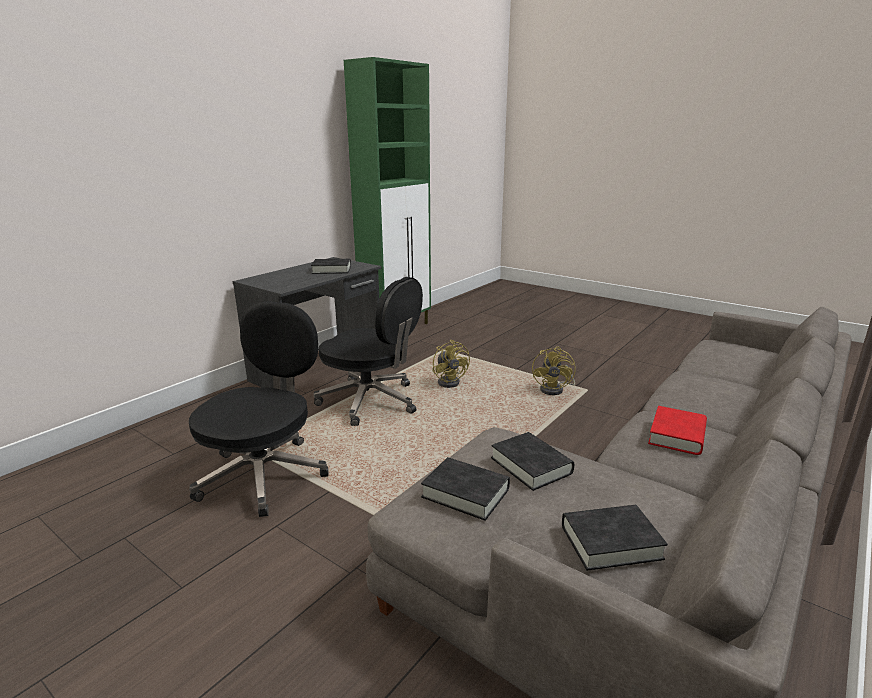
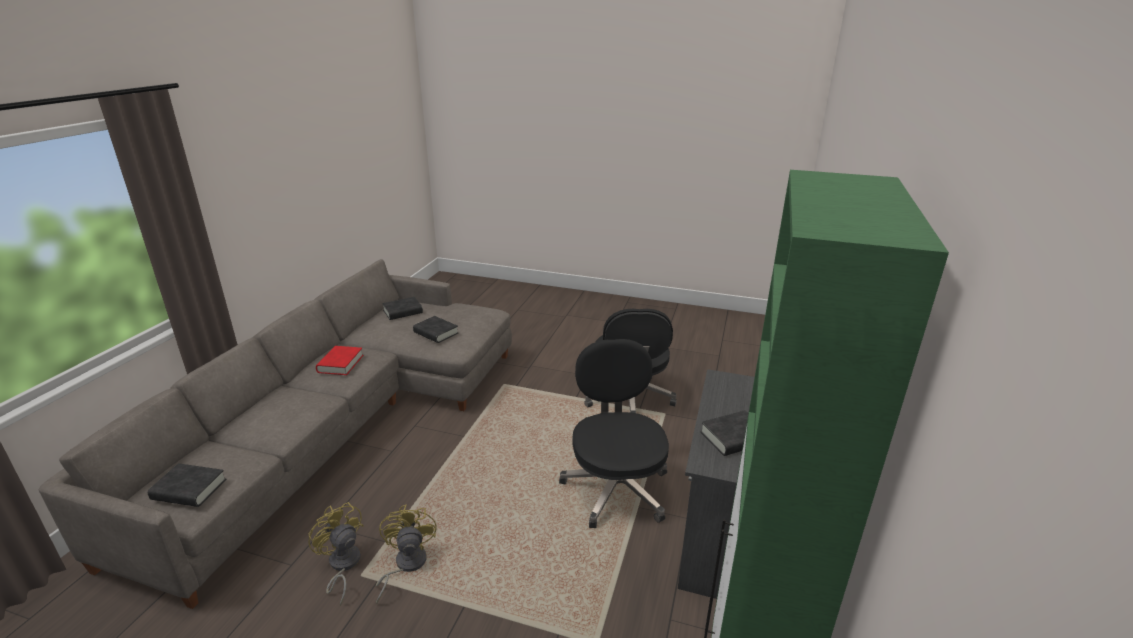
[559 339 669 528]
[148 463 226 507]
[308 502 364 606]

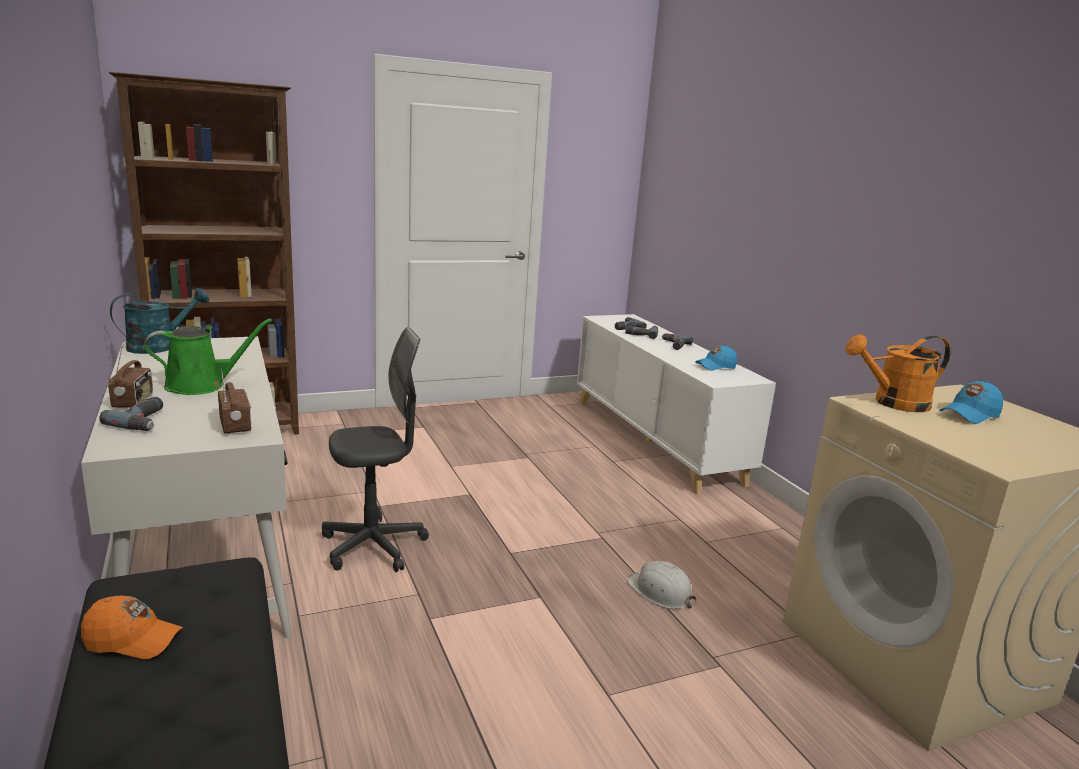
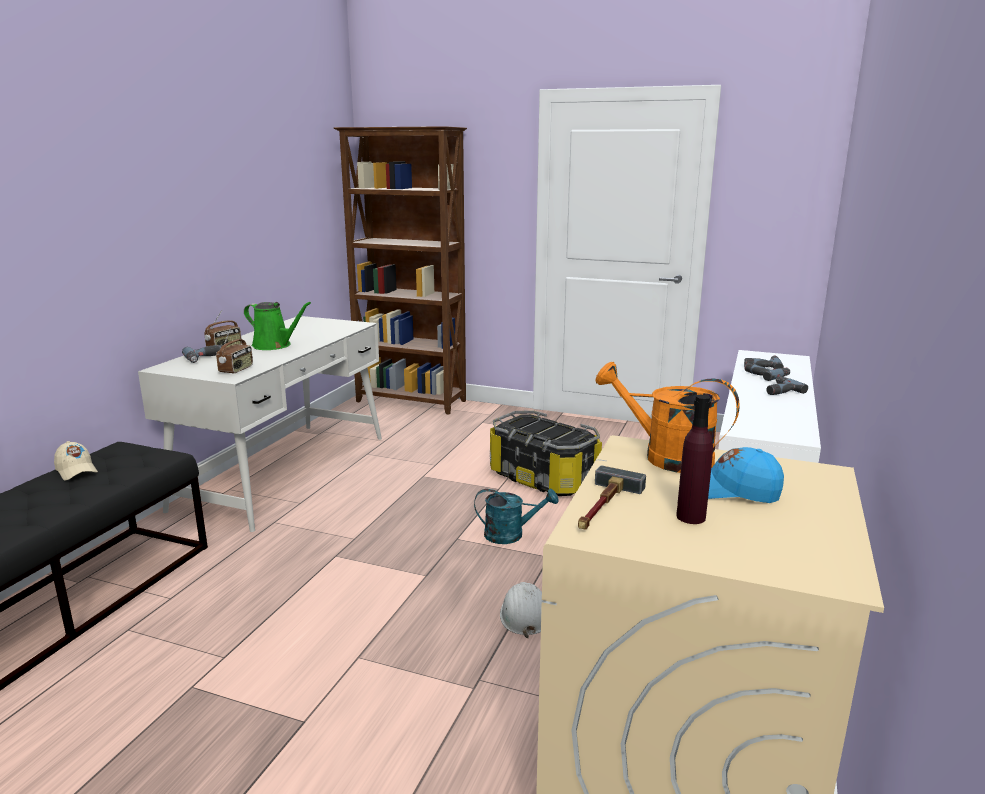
[54 441 98 481]
[474 489 559 544]
[322 327 429 572] (first image)
[695 346 737 371] (first image)
[490 410 602 496]
[578 465 646 530]
[676 395 713 524]

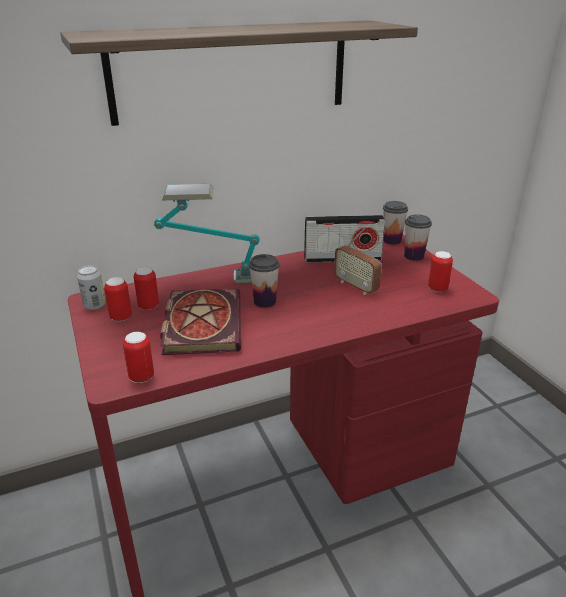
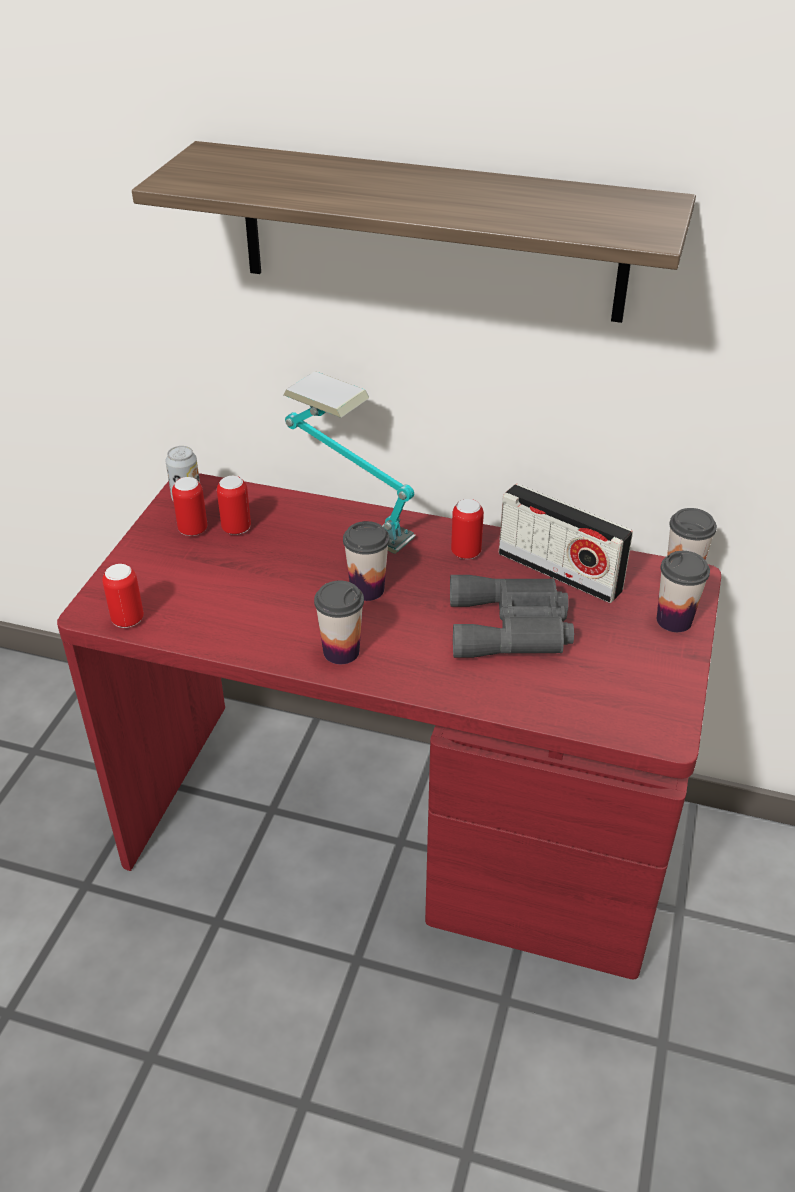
[160 289 241 355] (first image)
[450 575 574 658]
[451 499 484 559]
[314 581 364 664]

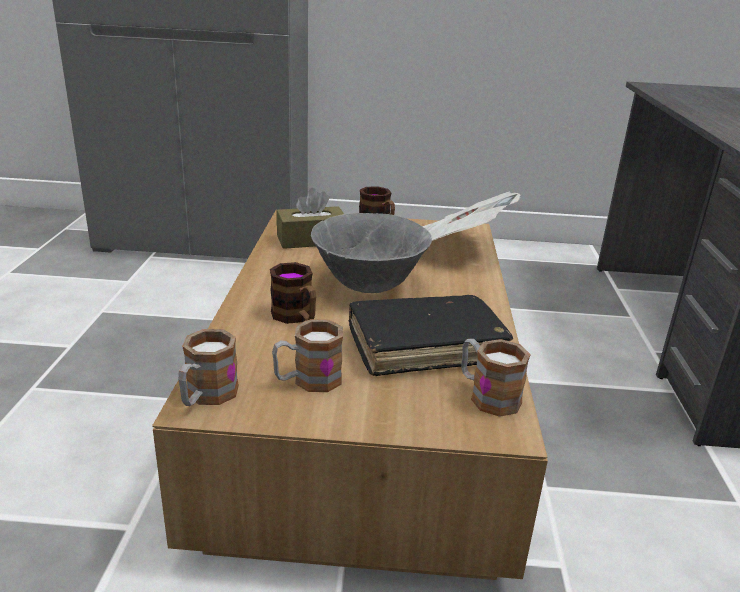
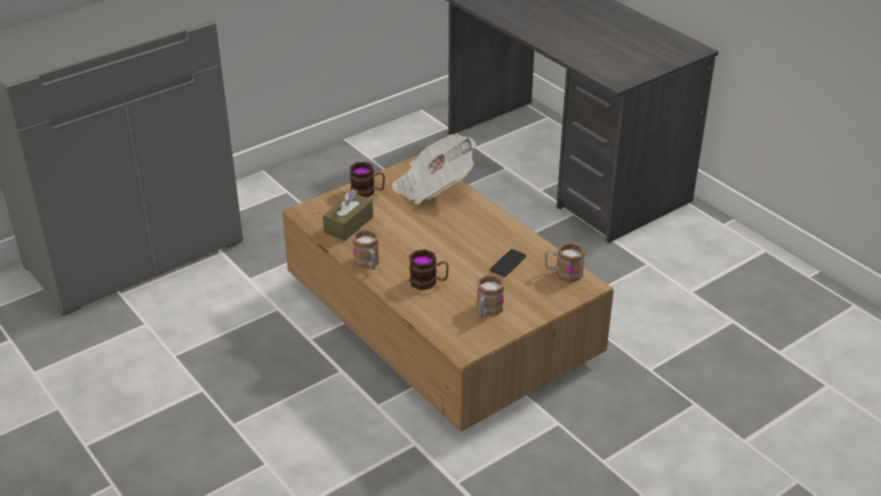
[353 229 379 270]
[311 213 432 293] (first image)
[490 249 526 277]

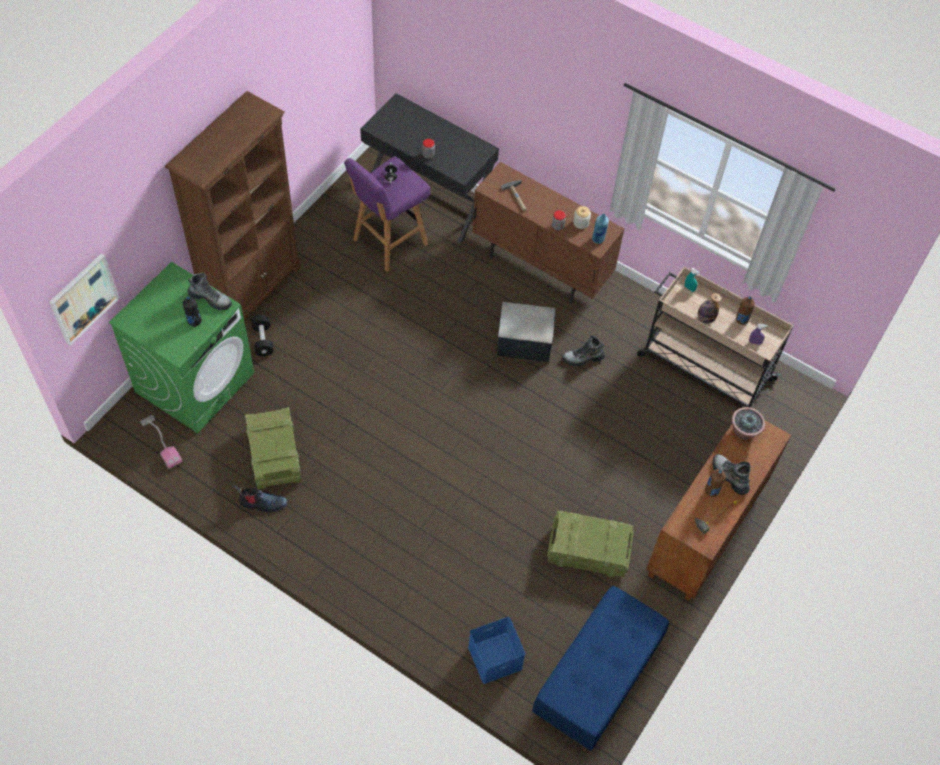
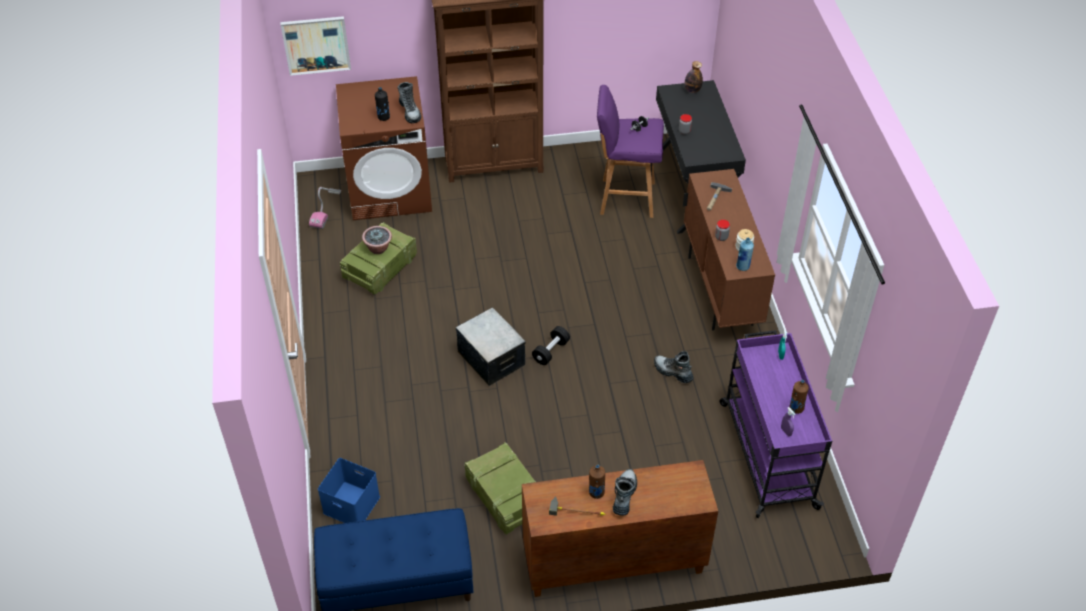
[336 76 432 220]
[234 485 287 513] (first image)
[532 326 570 365]
[456 307 526 386]
[719 330 832 518]
[685 61 703 93]
[362 226 392 254]

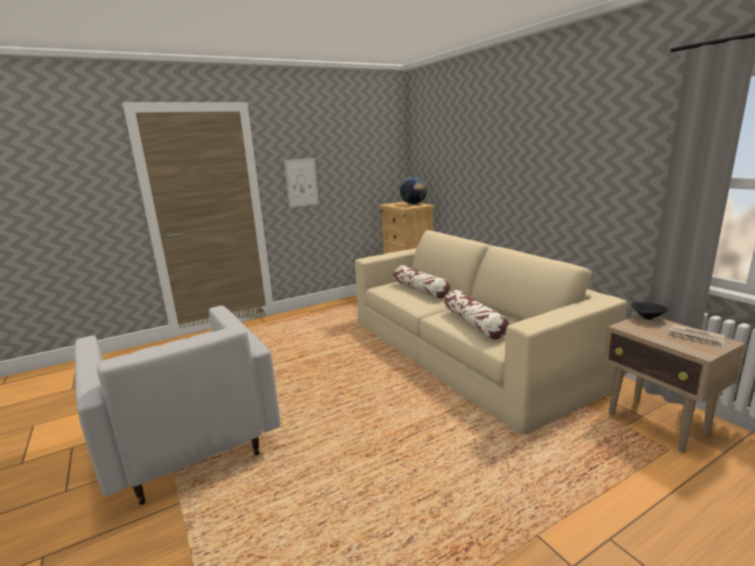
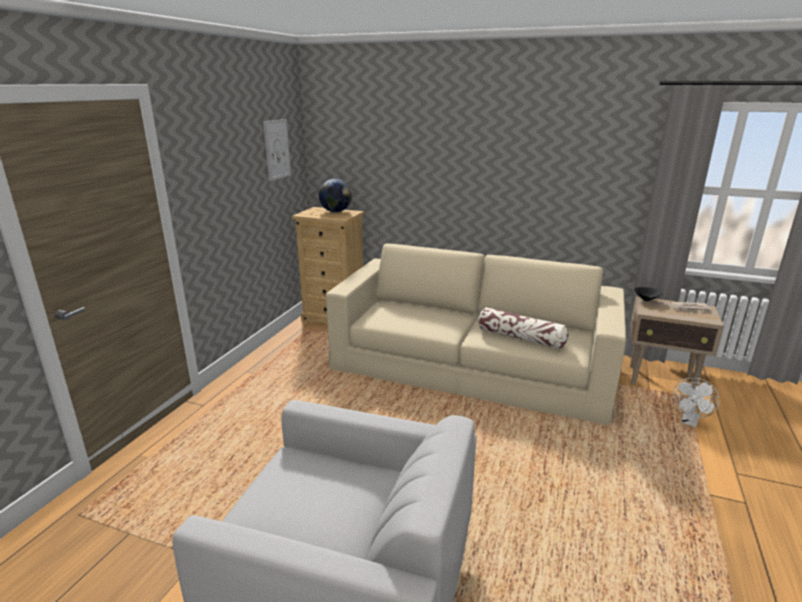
[263 119 291 181]
[394 265 450 299] (first image)
[672 378 720 428]

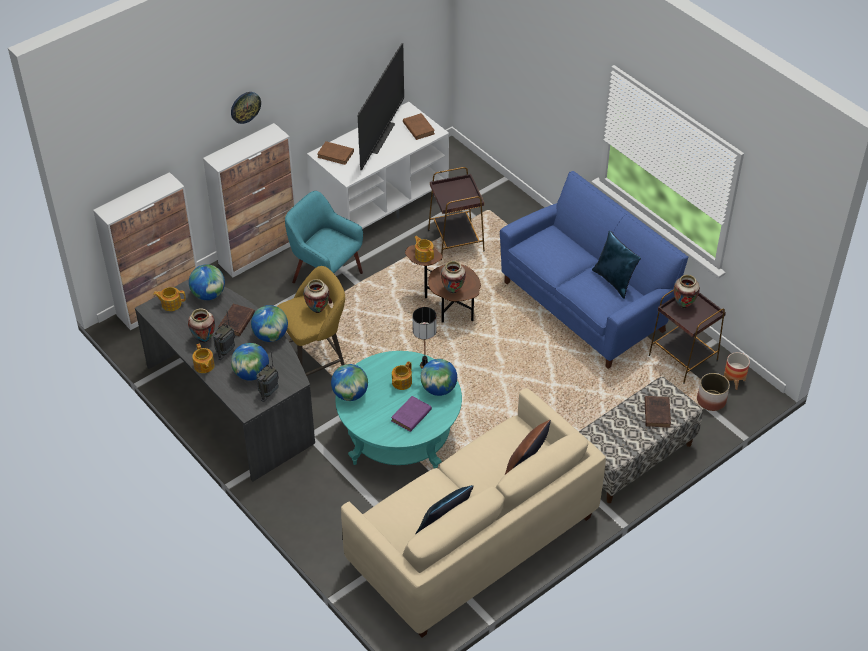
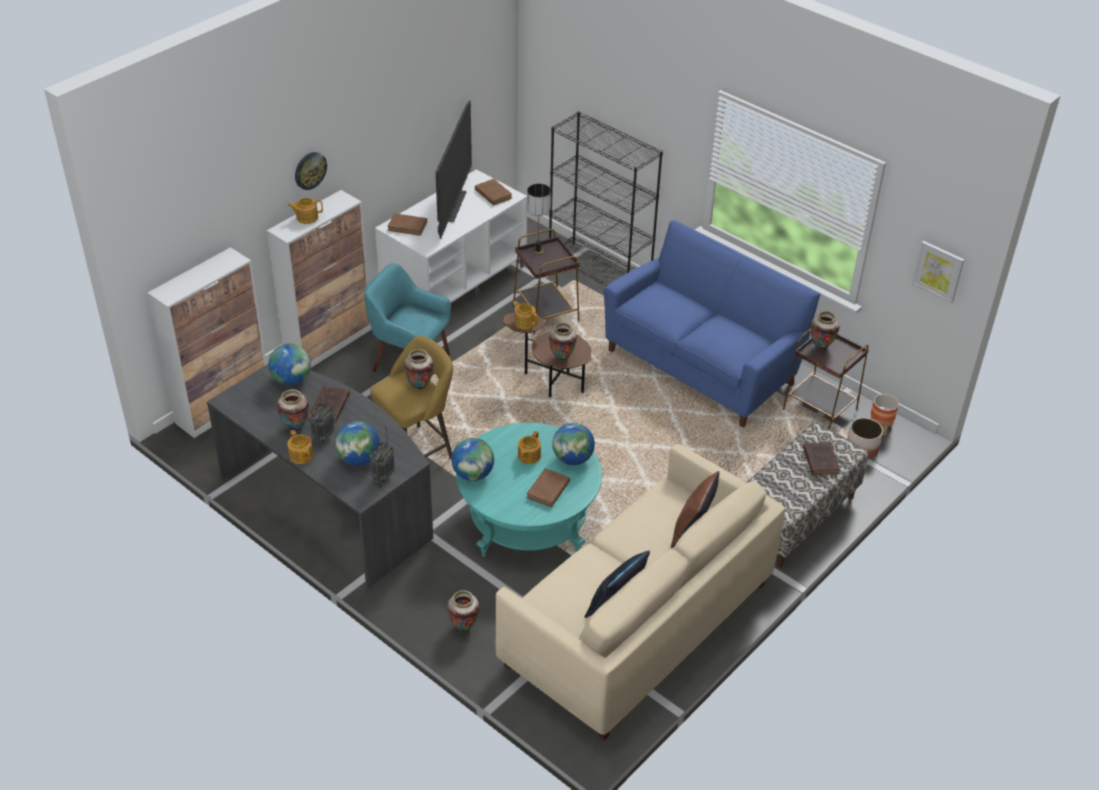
[288 198 323 224]
[251 305 288 342] (first image)
[526 468 570 507]
[527 184 551 254]
[592 230 641 299] (first image)
[447 590 479 631]
[549 111 663 286]
[912 241 964 303]

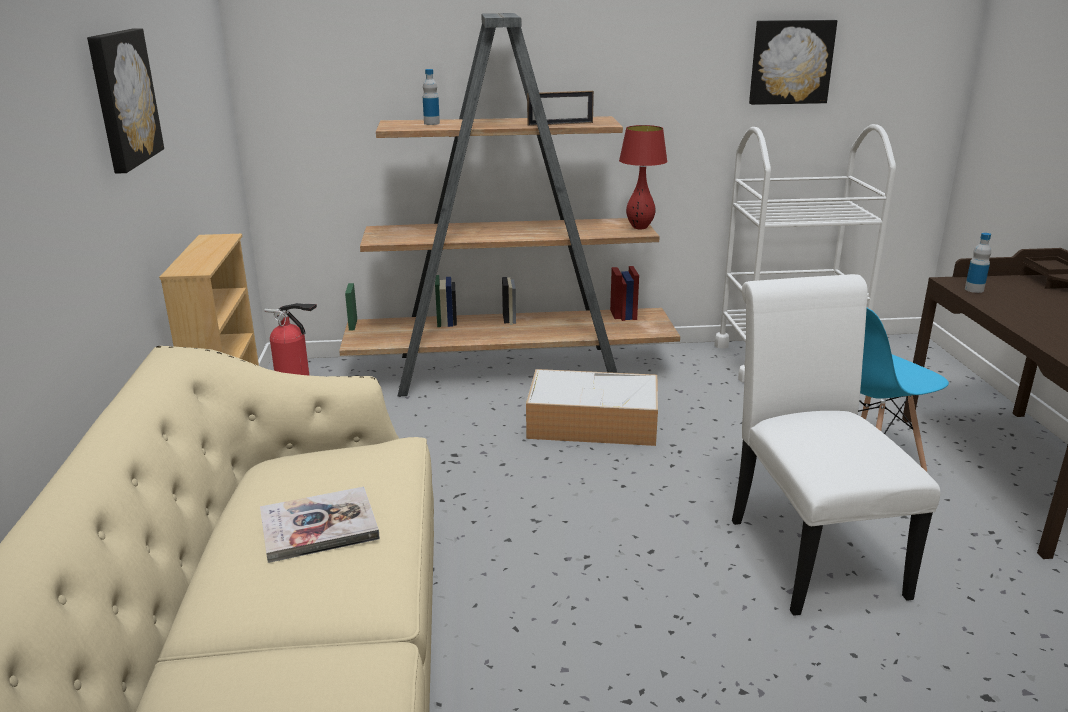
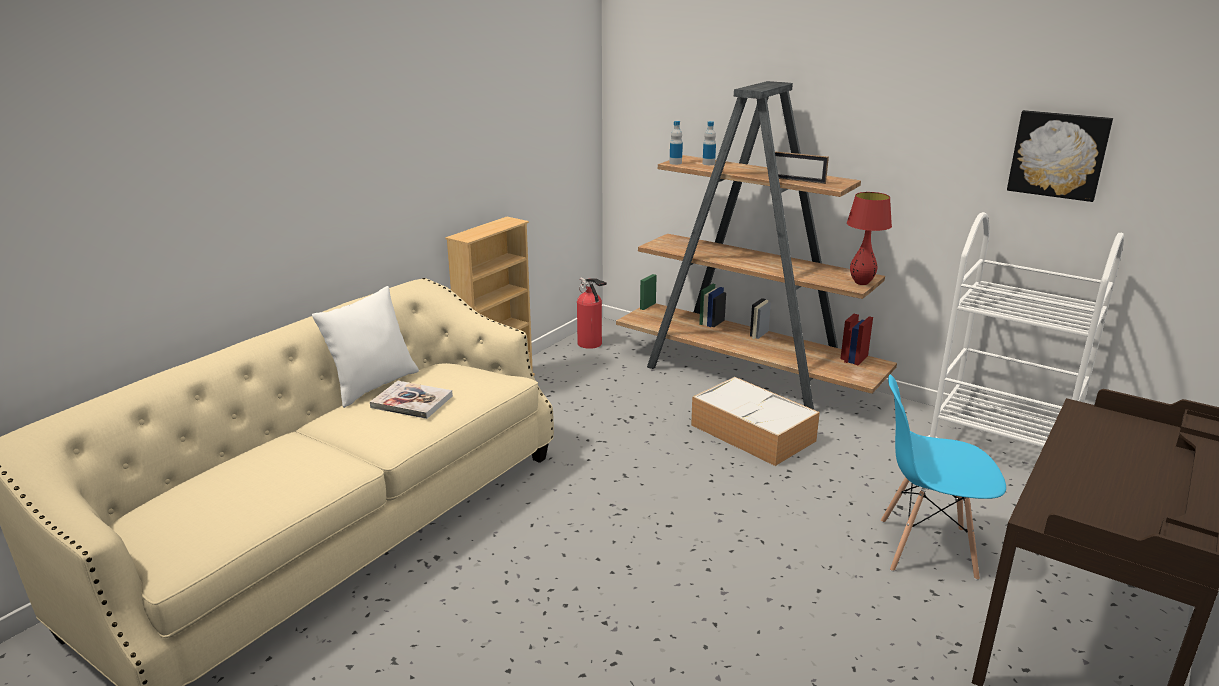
[87 28 164 173] (first image)
[732 274 940 616] (first image)
[669 121 683 165]
[312 286 419 408]

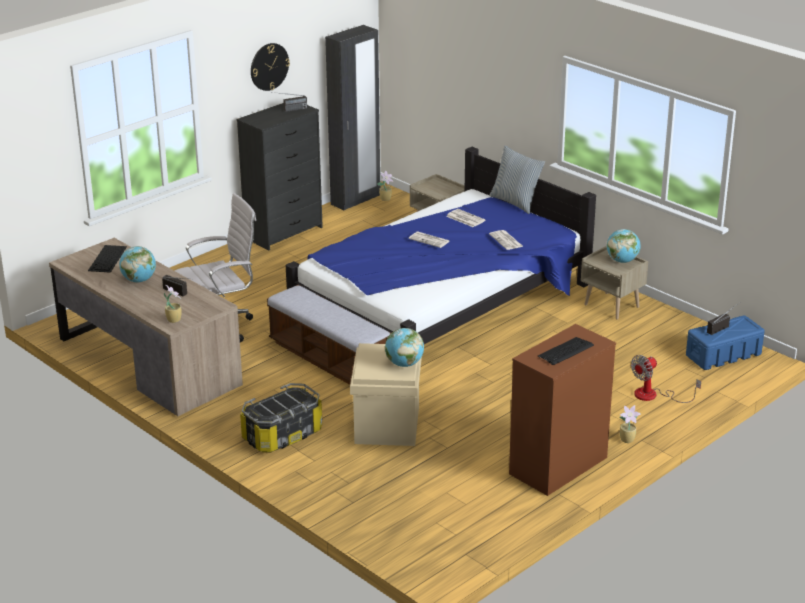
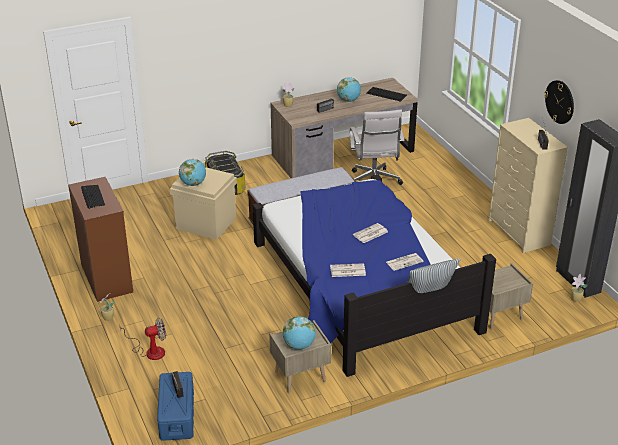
[489 118 568 253]
[119 318 166 360]

